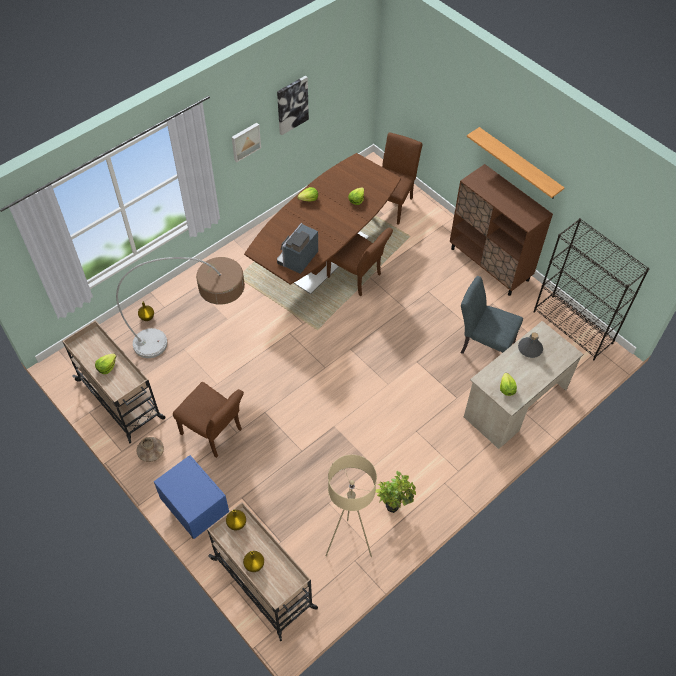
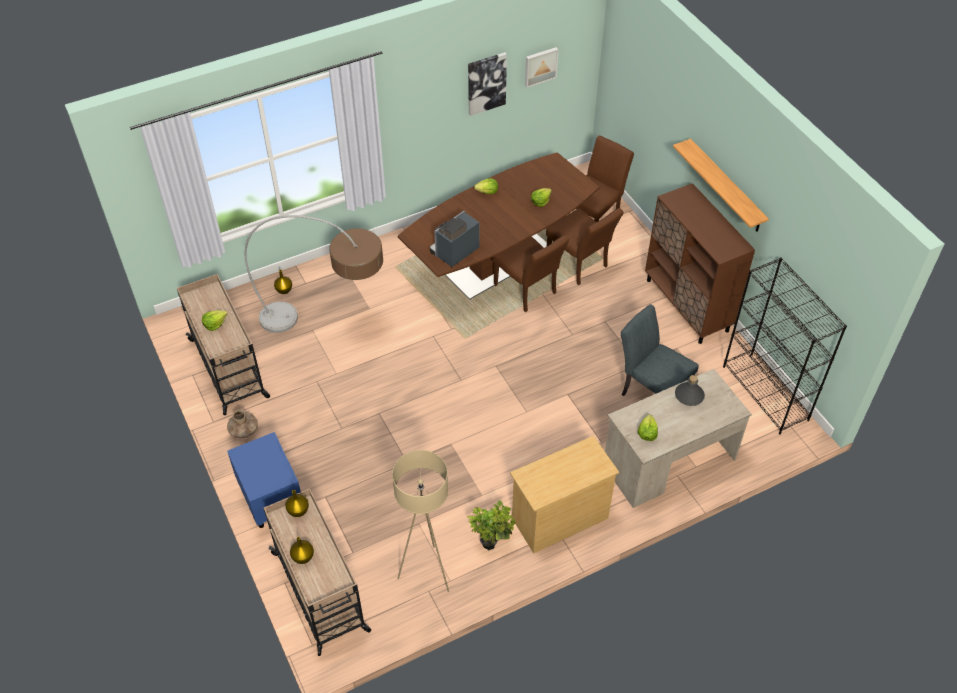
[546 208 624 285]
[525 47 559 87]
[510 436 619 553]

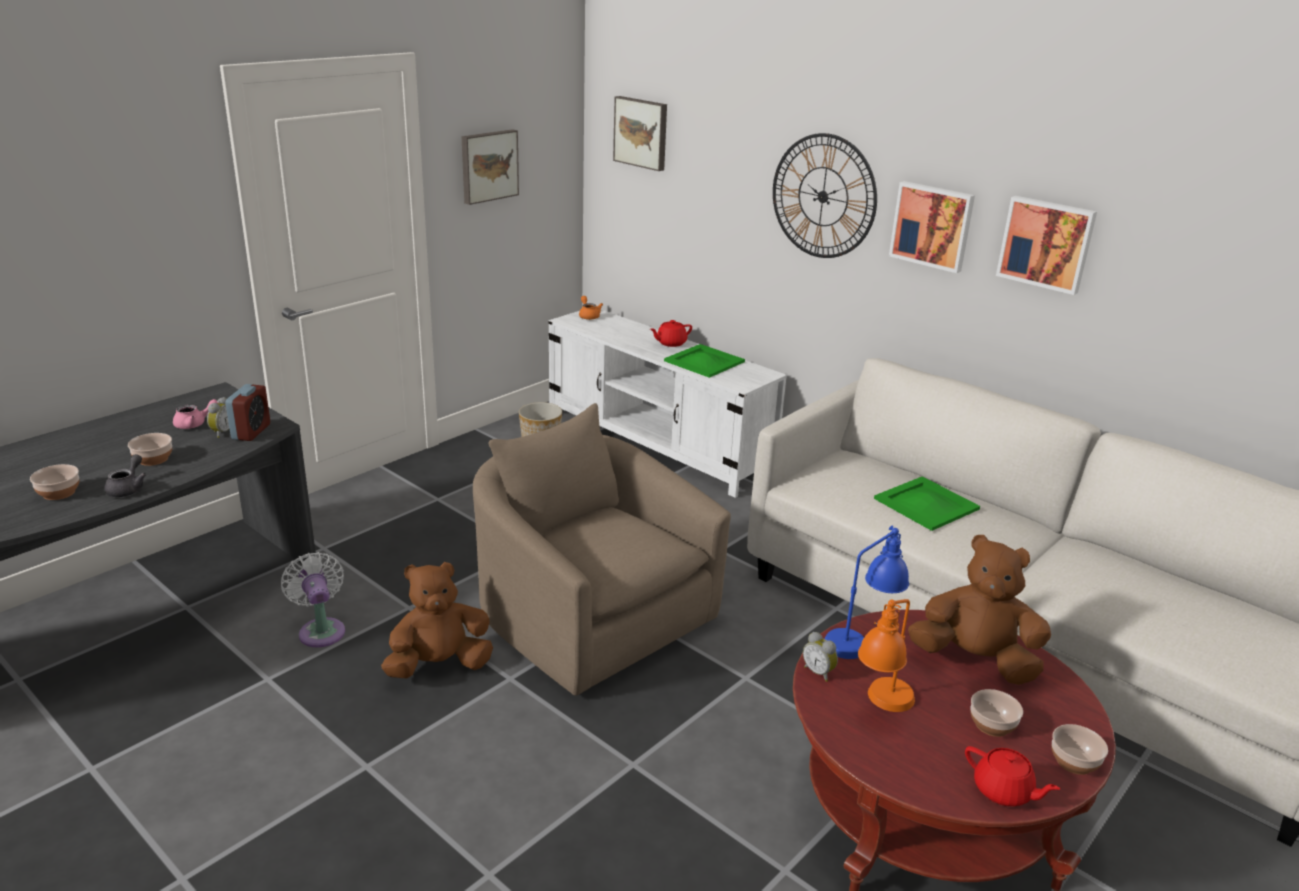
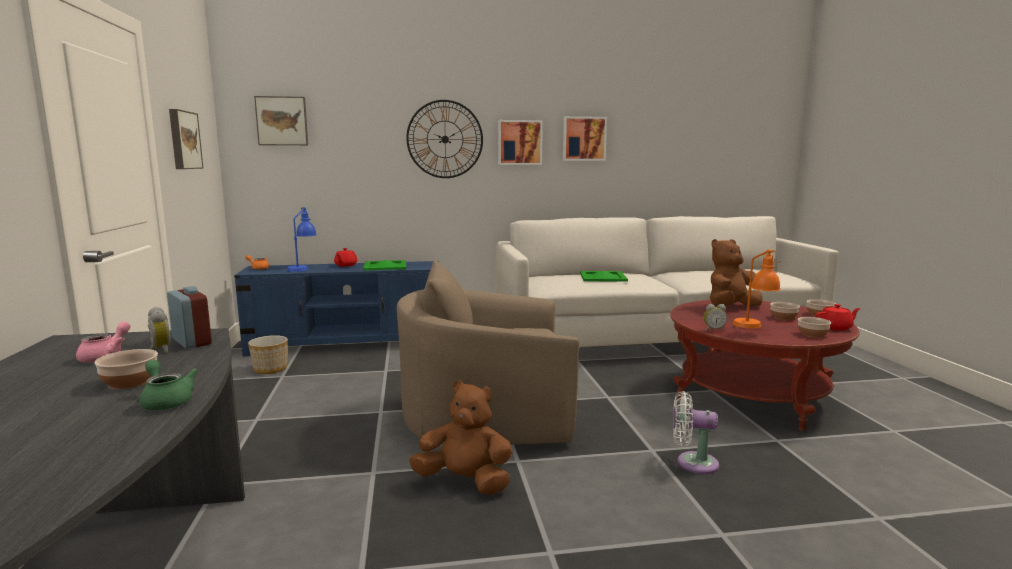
[798 317 831 338]
[140 360 198 410]
[673 391 719 474]
[409 380 513 495]
[234 261 439 357]
[287 207 317 272]

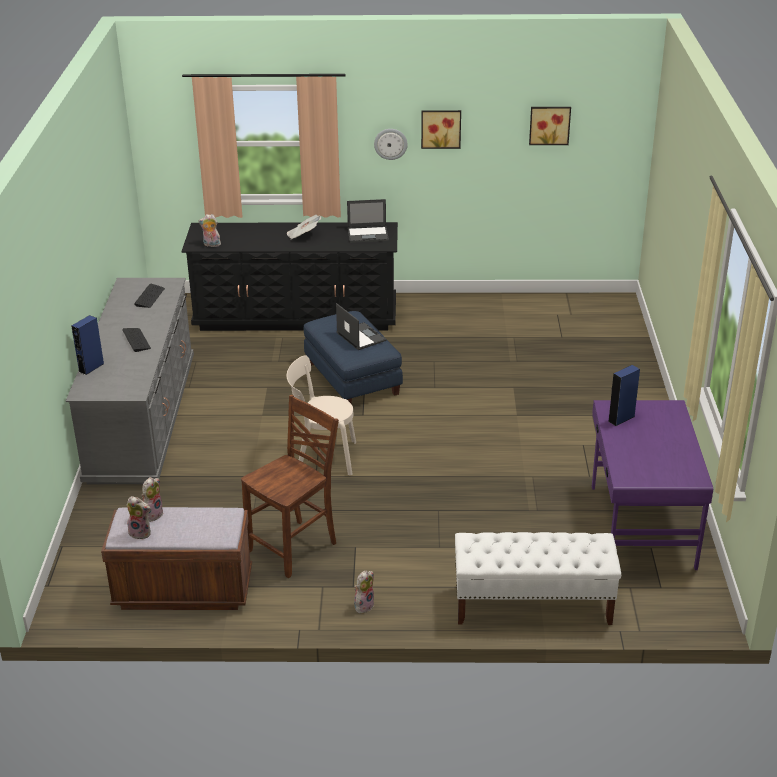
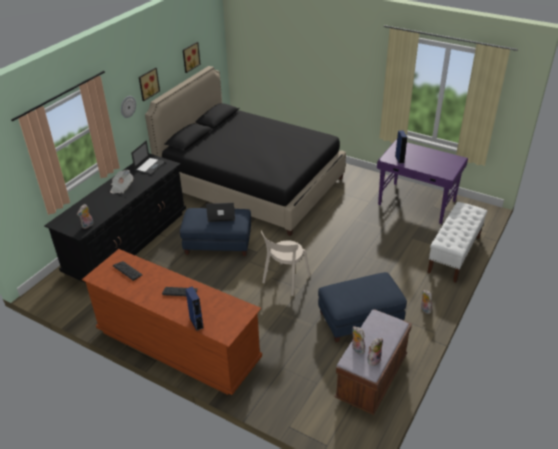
[82 249 262 395]
[318 272 407 342]
[145 66 346 236]

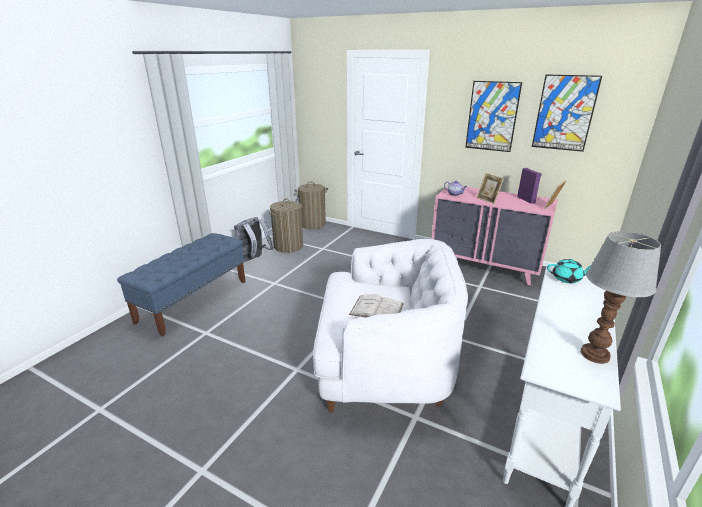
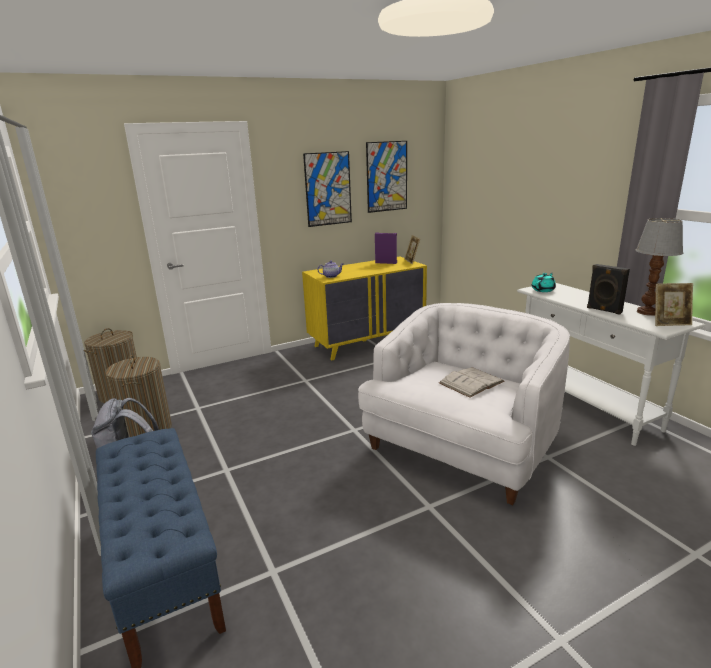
[302 256 427 361]
[655 283 693 326]
[587 264 630 315]

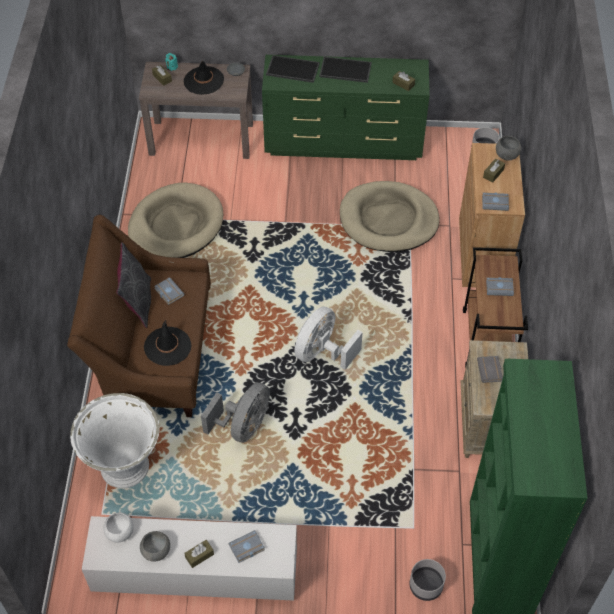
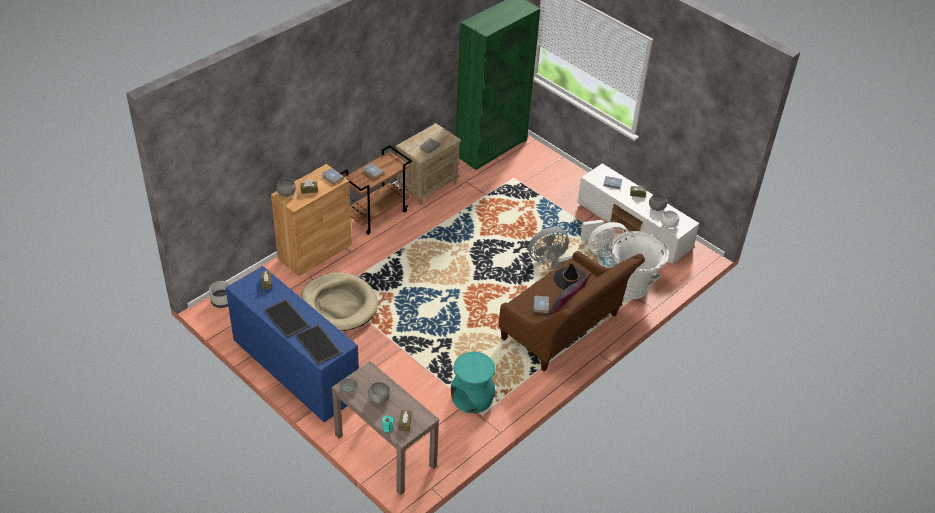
[451 352 495 413]
[368 382 390 404]
[226 266 359 422]
[580 220 628 257]
[409 559 446 601] (first image)

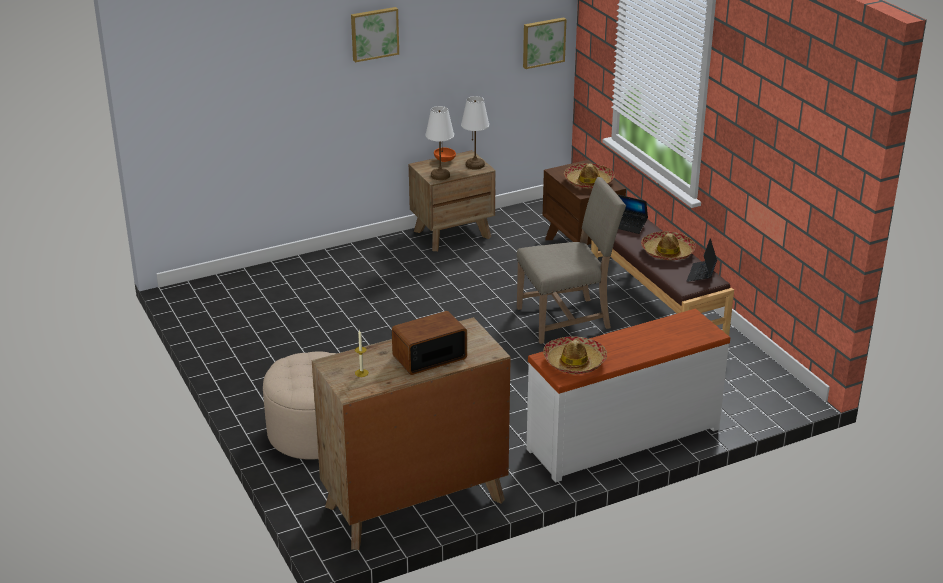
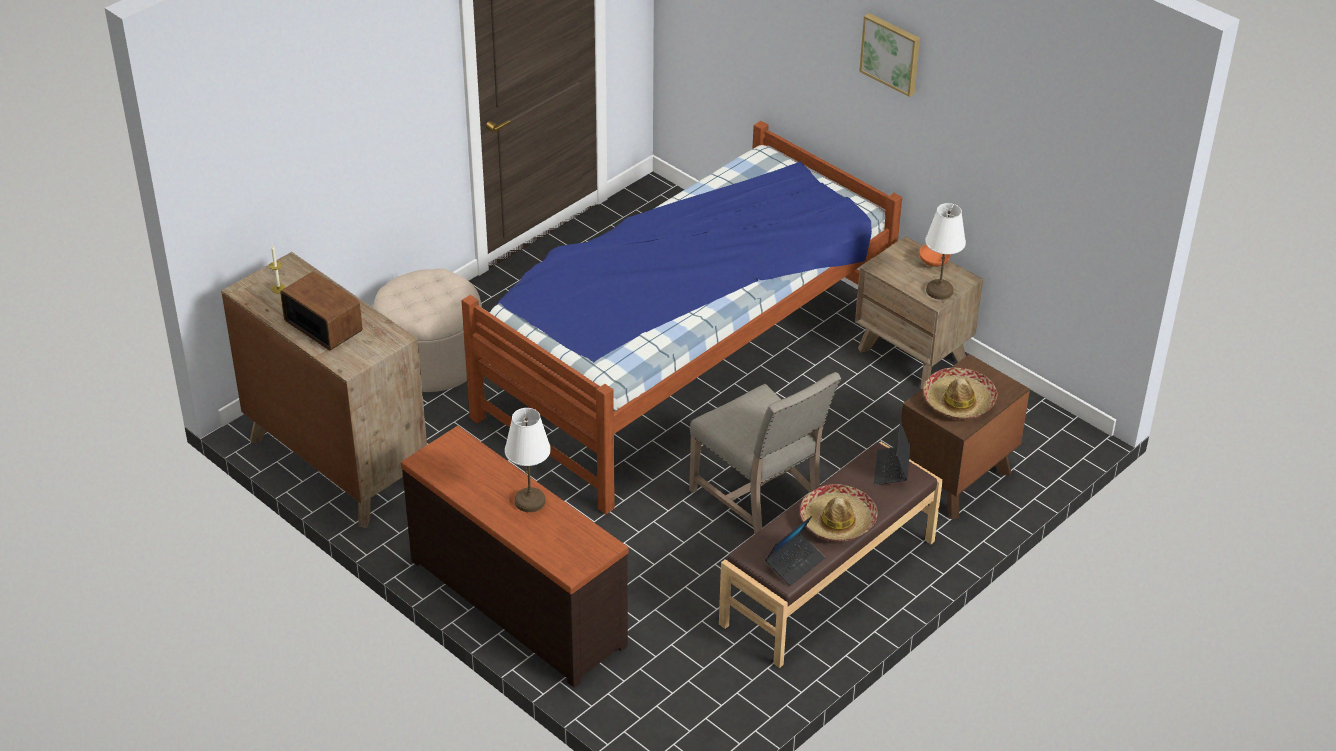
[505 408 551 512]
[523 17 566 69] (first image)
[401 426 628 687]
[543 336 607 374] (first image)
[765 516 825 586]
[461 121 902 514]

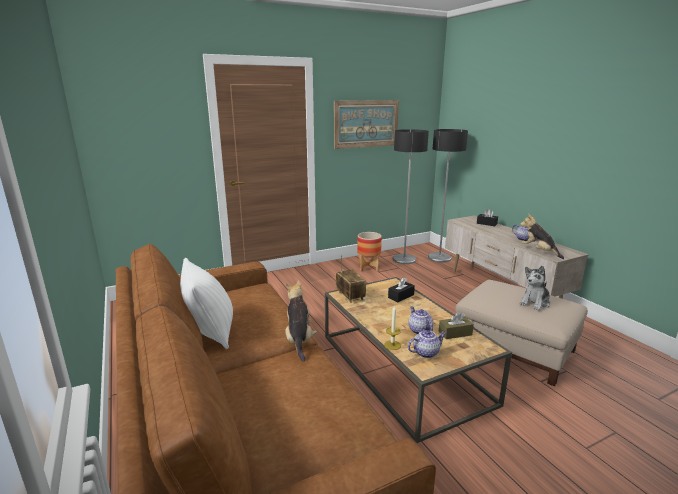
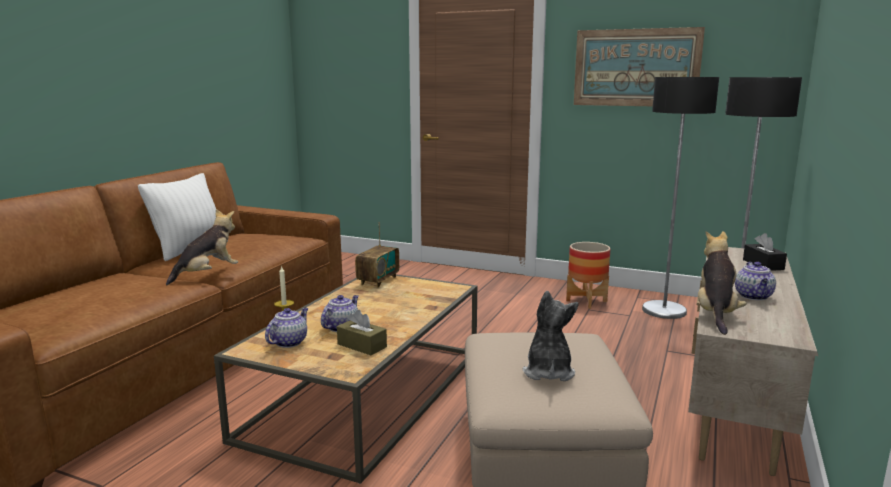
[388 277 415 302] (first image)
[265 308 309 348]
[523 291 579 381]

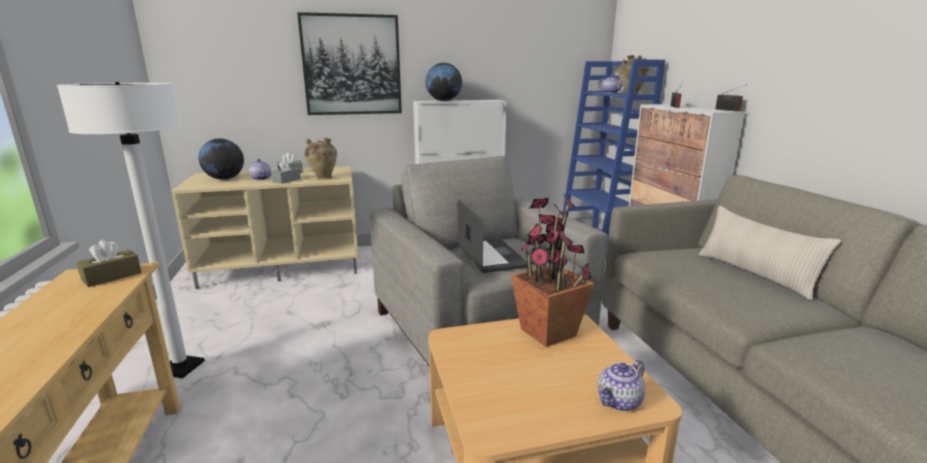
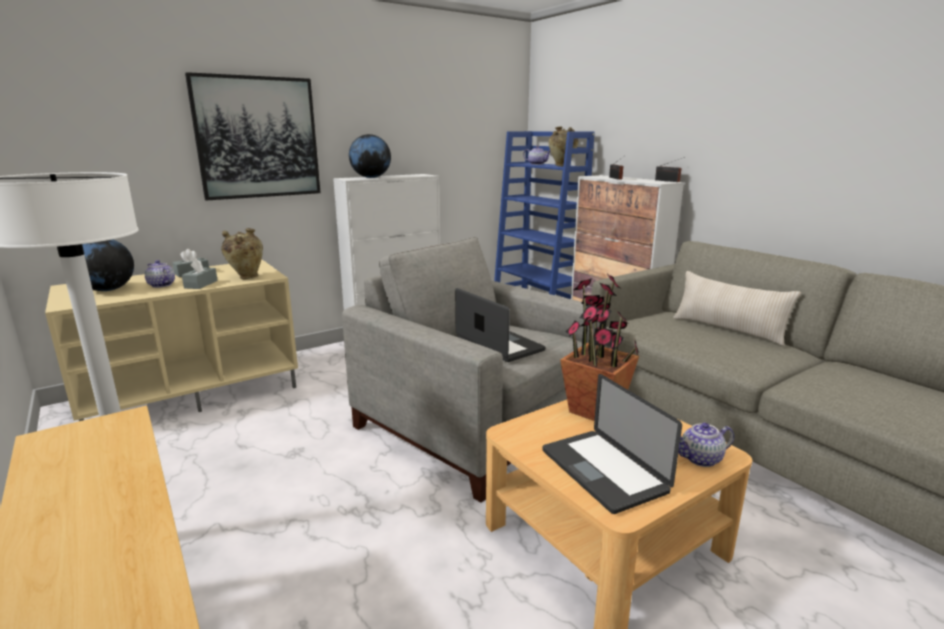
[76 240 142 287] (first image)
[679 423 734 467]
[542 374 682 514]

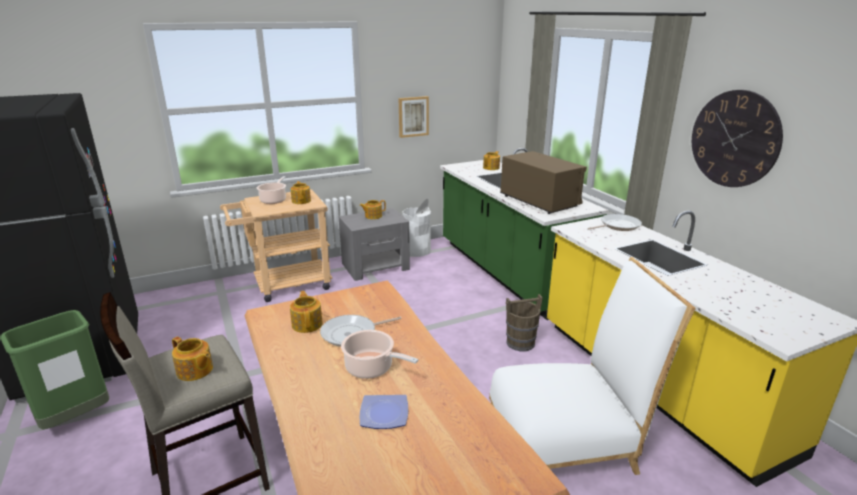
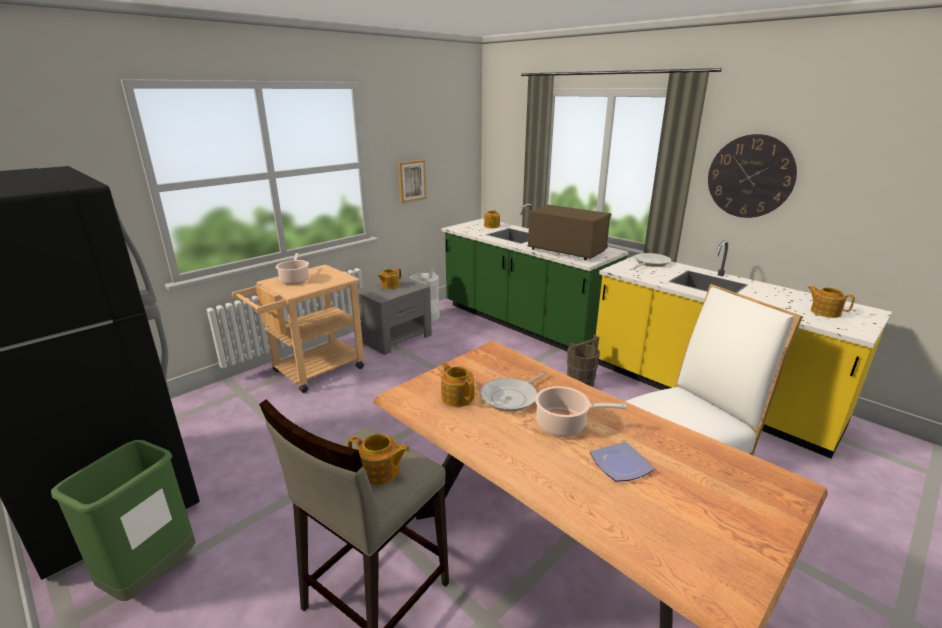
[808 286 855 318]

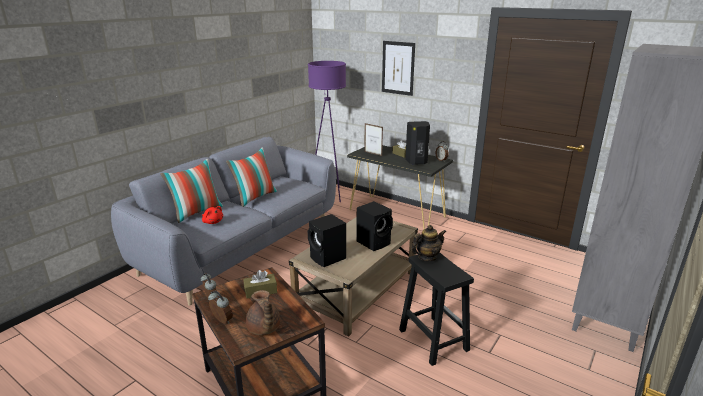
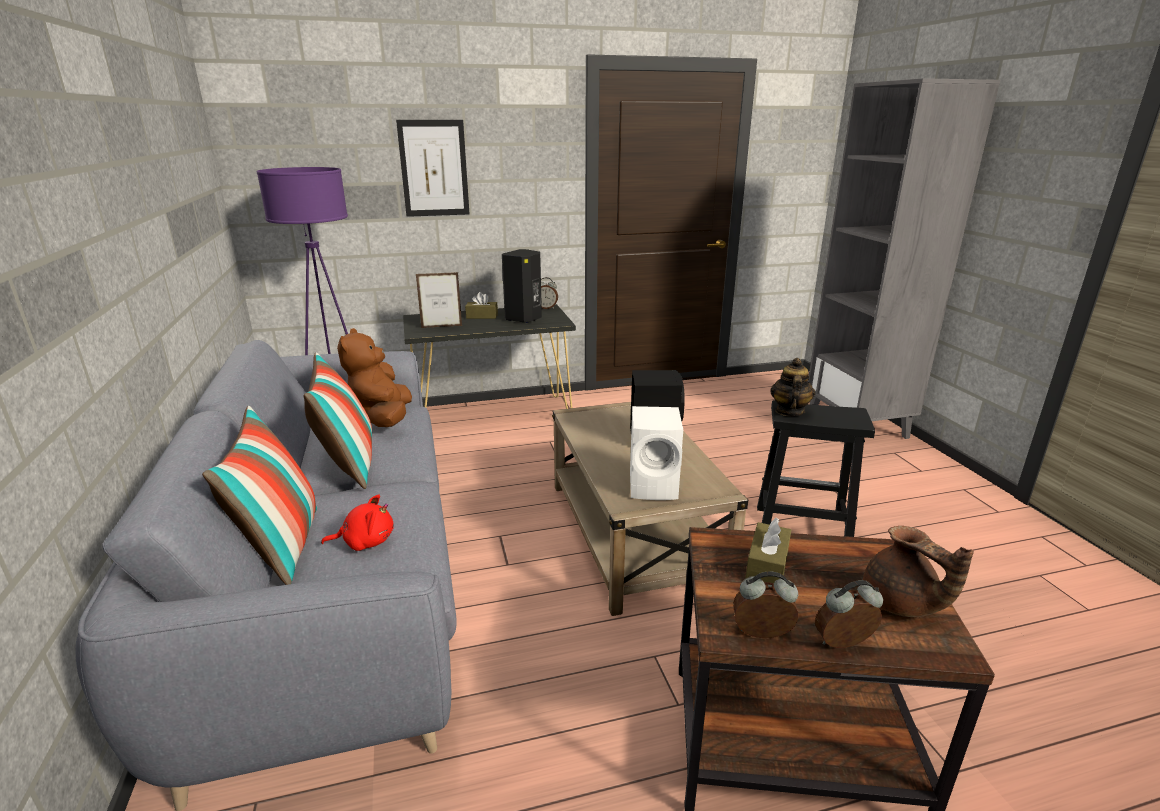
[863 526 974 617]
[630 406 683 500]
[337 328 412 427]

